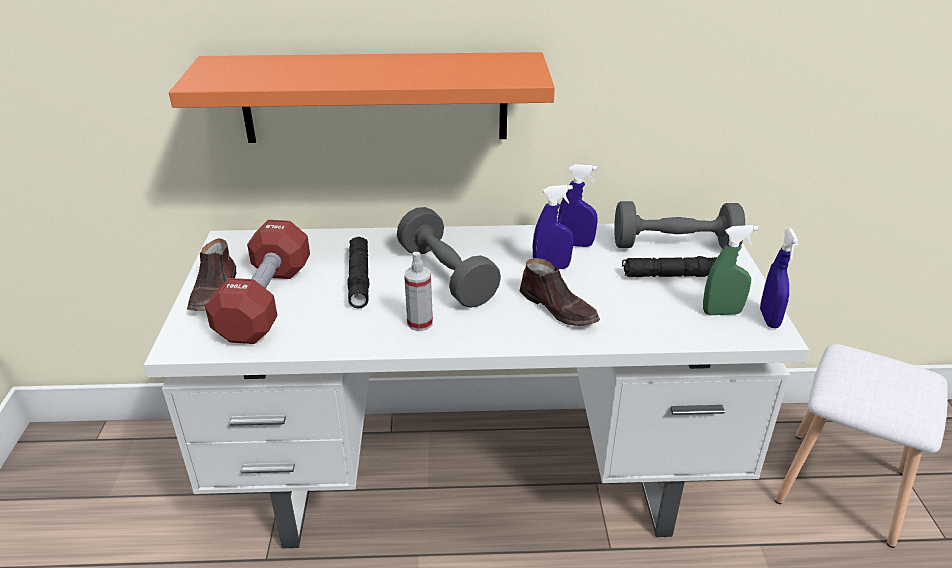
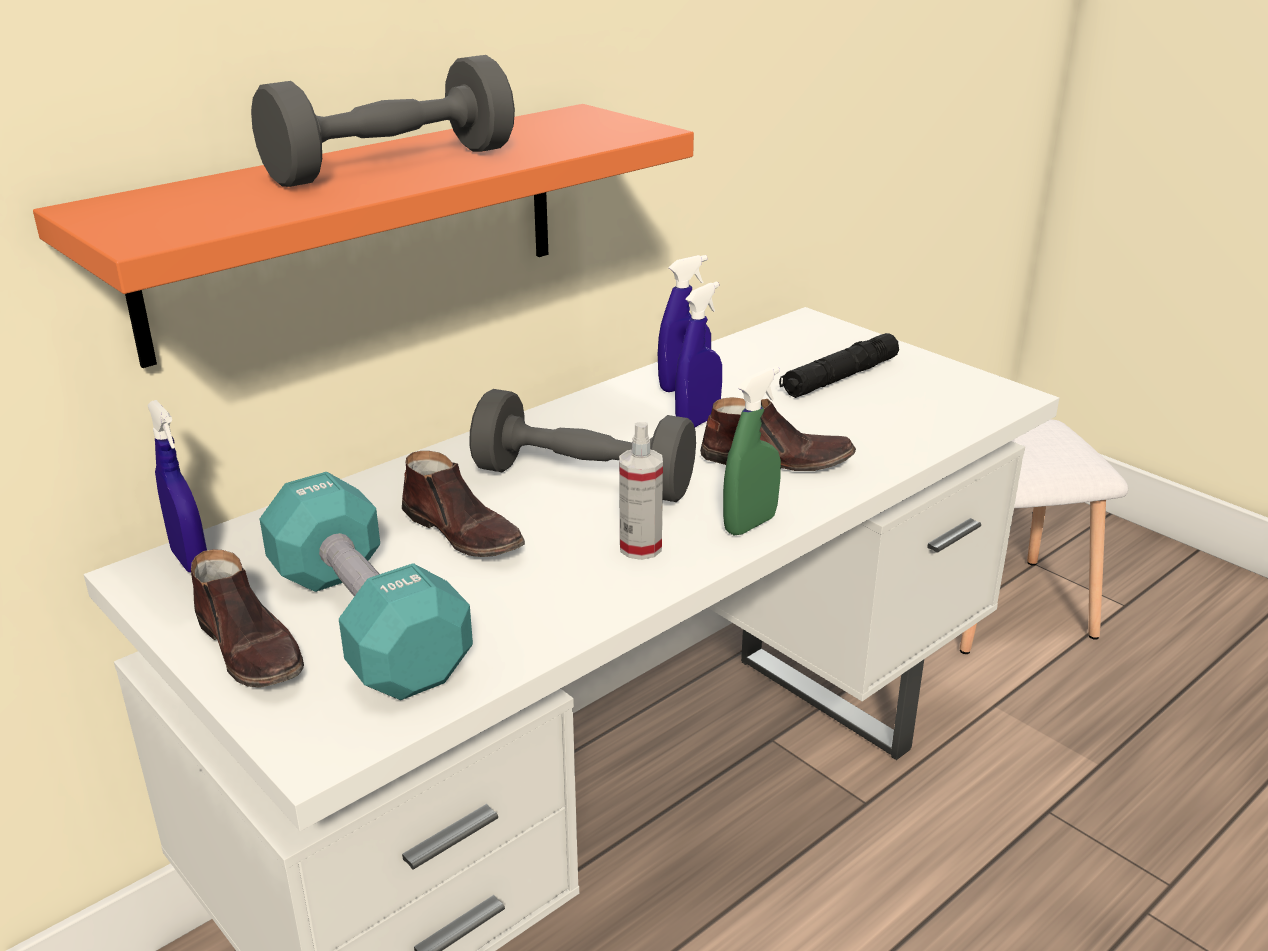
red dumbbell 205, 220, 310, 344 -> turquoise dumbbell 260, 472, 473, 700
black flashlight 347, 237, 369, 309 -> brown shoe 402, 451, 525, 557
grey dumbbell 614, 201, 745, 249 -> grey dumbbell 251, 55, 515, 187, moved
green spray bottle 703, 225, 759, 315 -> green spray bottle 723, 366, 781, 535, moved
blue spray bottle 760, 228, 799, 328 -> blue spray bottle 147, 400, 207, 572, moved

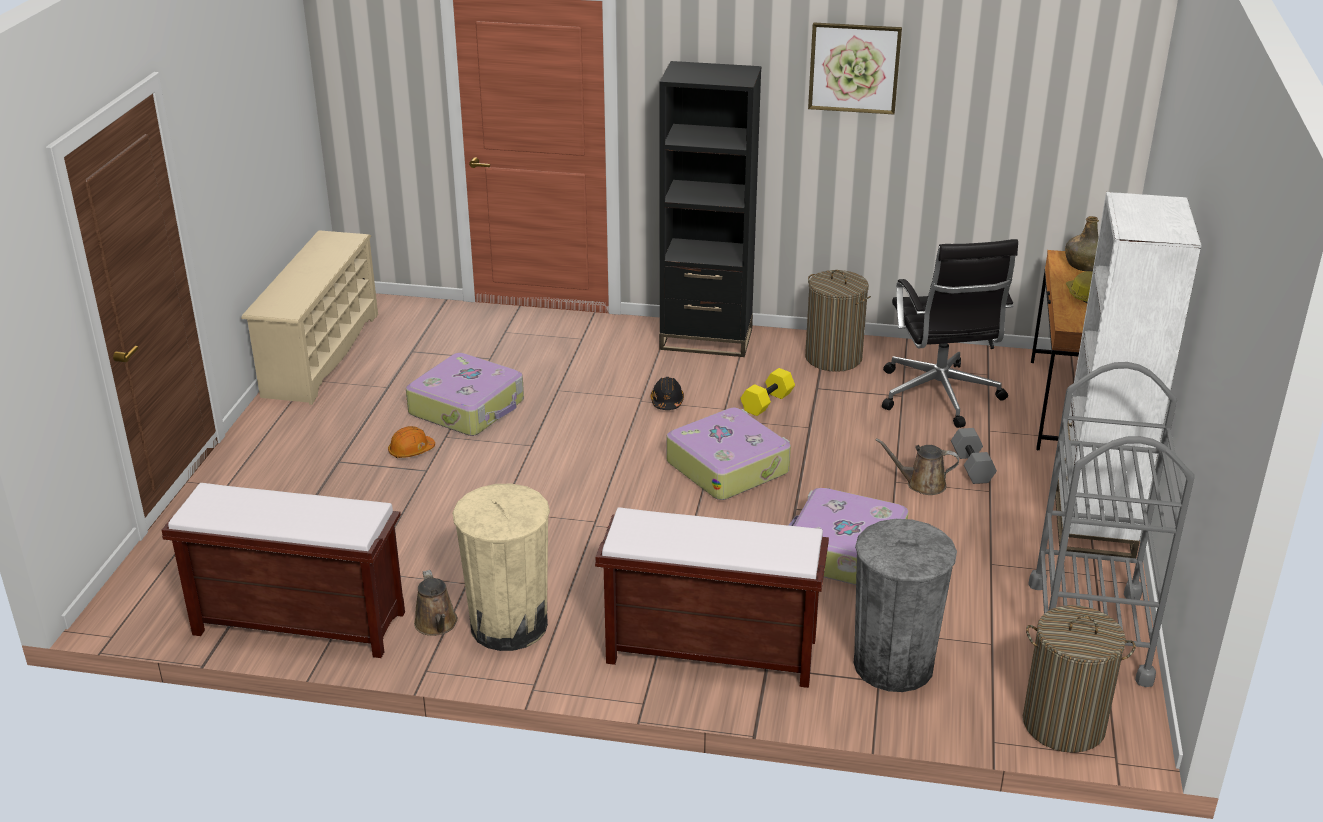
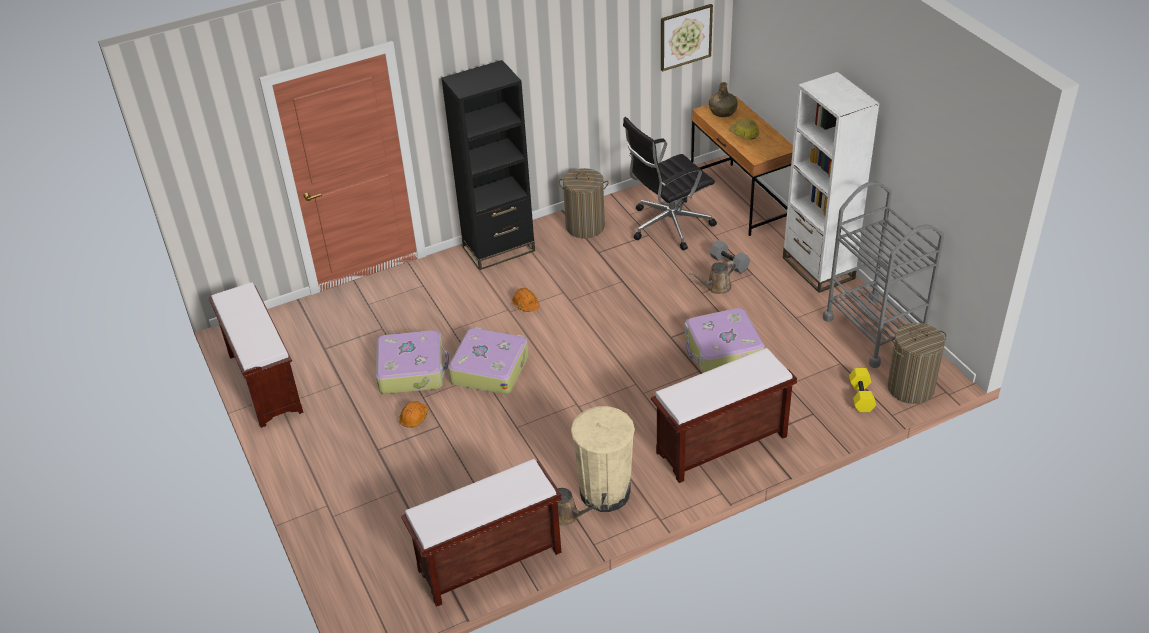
beige shoe rack 241, 230, 378, 405 -> brown bench 209, 282, 303, 428
black hard hat 651, 377, 684, 410 -> orange hard hat 512, 288, 540, 312
suitcase 667, 408, 791, 500 -> suitcase 448, 327, 529, 395, moved
yellow dumbbell 740, 368, 795, 416 -> yellow dumbbell 849, 368, 876, 412, moved
picture 808, 22, 902, 114 -> picture 661, 4, 713, 72, moved
grey trash can 854, 519, 957, 692 -> none
black office chair 882, 239, 1018, 428 -> black office chair 623, 117, 717, 250, 105 degrees clockwise

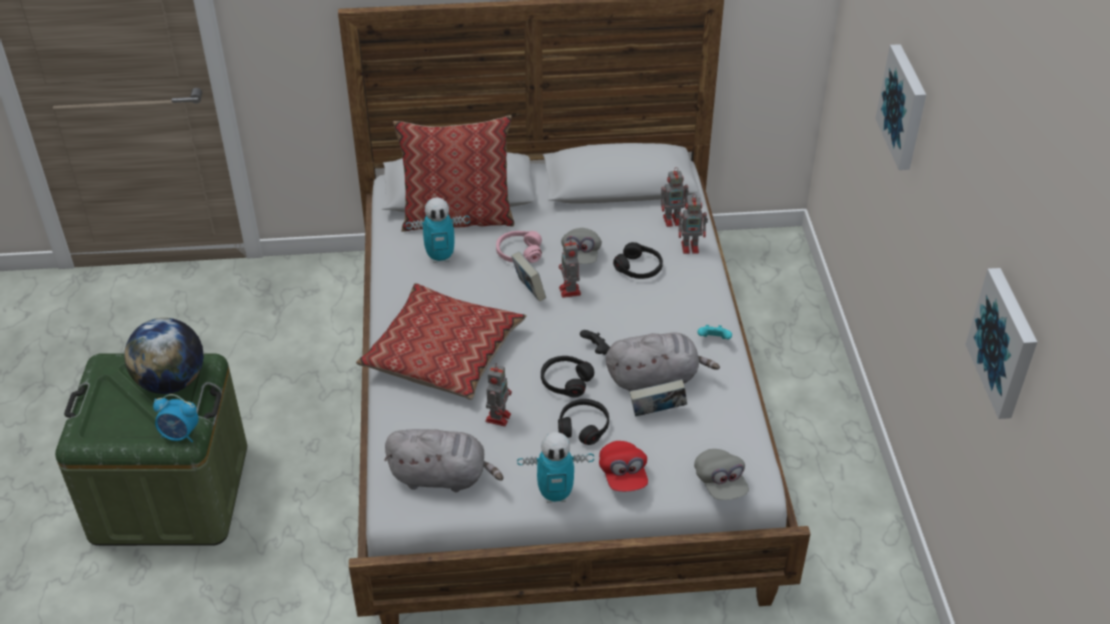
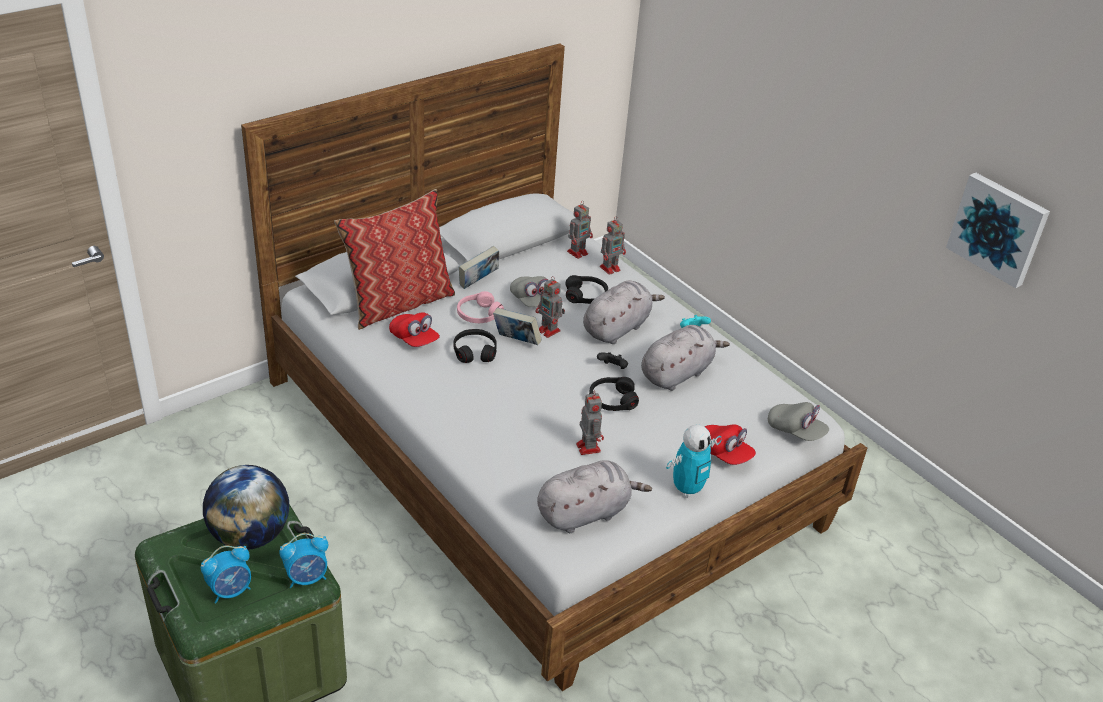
pillow 356, 283, 527, 400 -> none
toy robot 406, 197, 470, 263 -> red cap 389, 312, 440, 347
black headphones 558, 399, 609, 445 -> black headphones 453, 329, 497, 363, moved
book 629, 379, 687, 417 -> book 459, 246, 499, 289, moved
picture 875, 44, 926, 170 -> none
none -> alarm clock 201, 546, 251, 604
none -> grey plush toy 583, 280, 665, 344

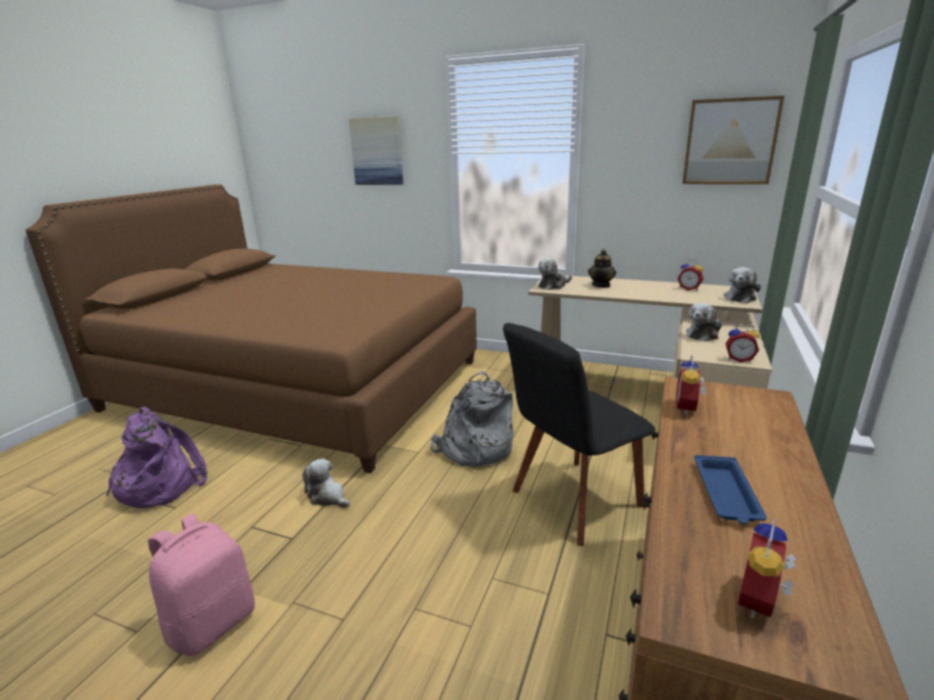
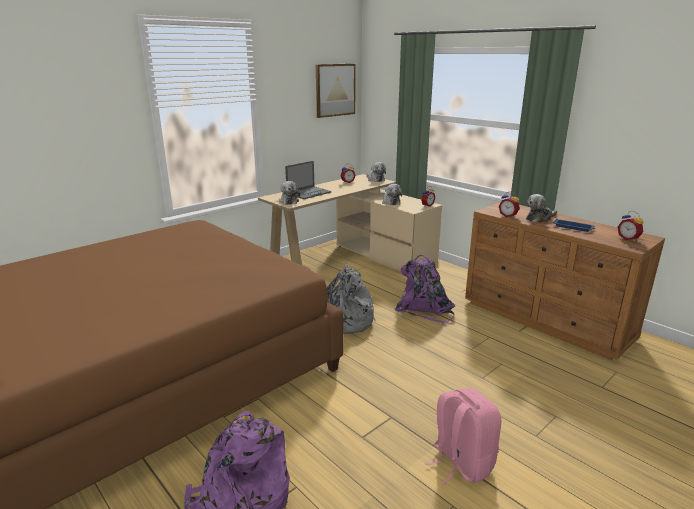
plush toy 302, 458, 350, 508 -> plush toy 526, 194, 557, 223, moved
picture 349, 116, 403, 185 -> none
black chair 503, 323, 655, 546 -> purple backpack 395, 255, 456, 325
teapot 588, 249, 616, 288 -> laptop 285, 161, 332, 199

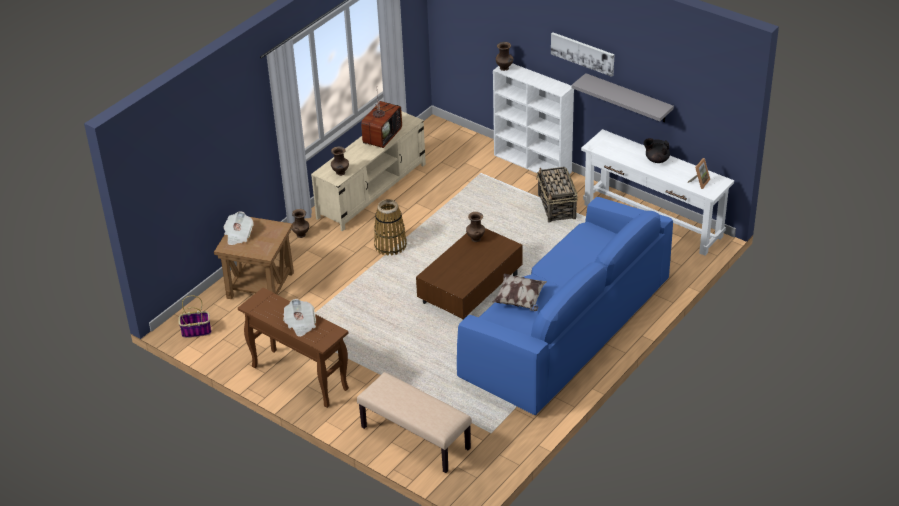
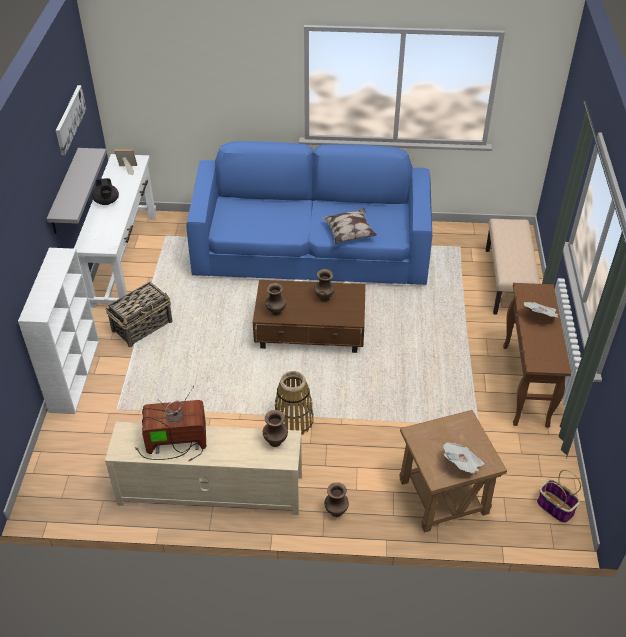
brown vase 496, 42, 513, 71 -> brown vase 314, 269, 335, 302, moved
picture 551, 32, 614, 77 -> picture 56, 85, 86, 155, moved

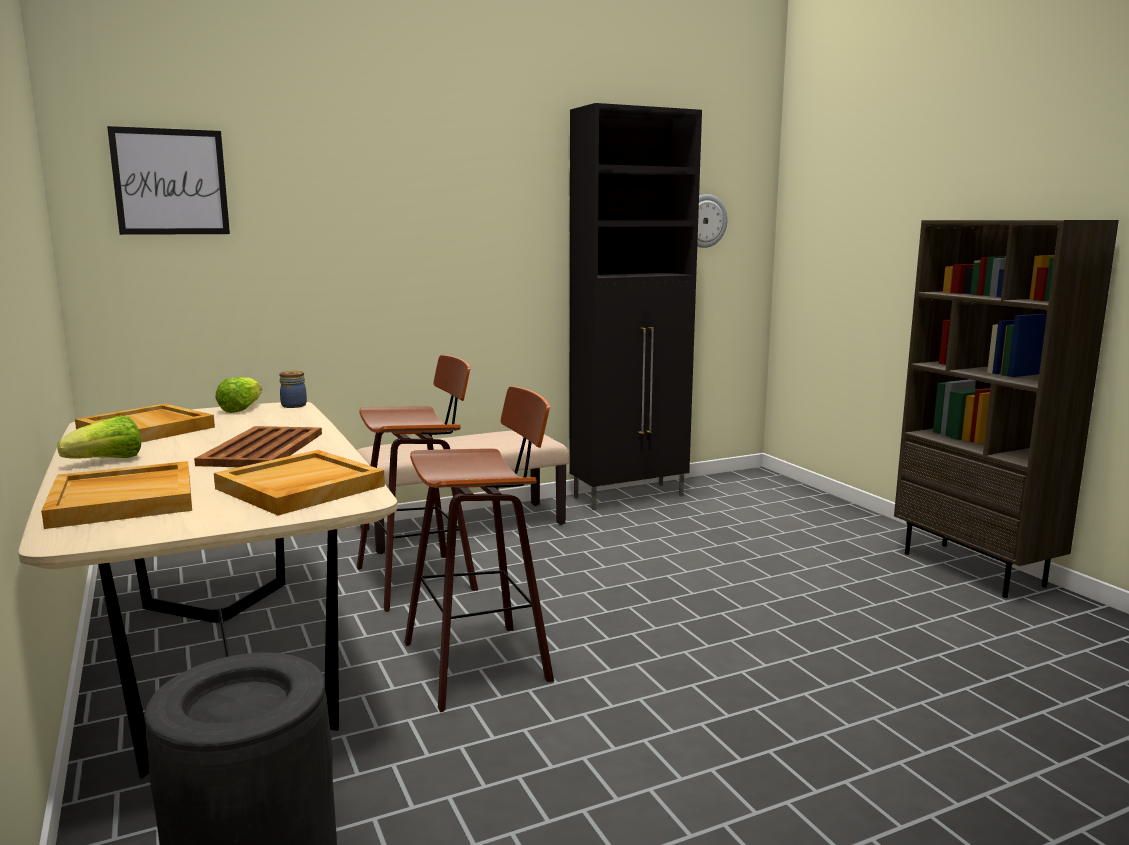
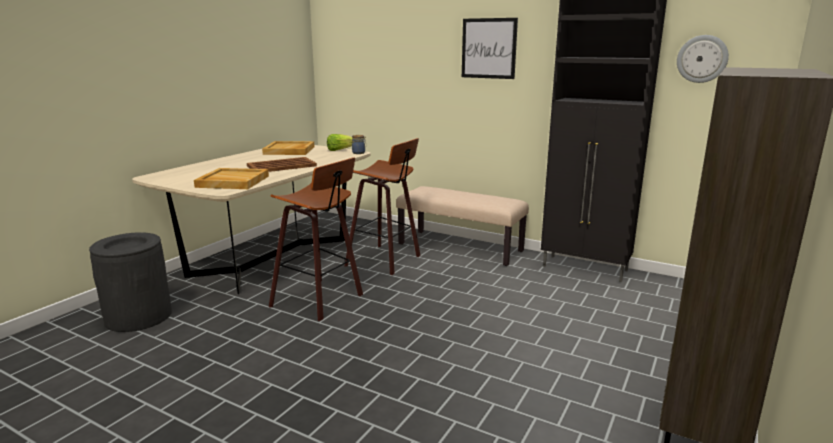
beige tray 41, 461, 192, 529 -> none
lettuce 57, 416, 141, 458 -> none
picture 107, 126, 230, 235 -> picture 462, 18, 518, 79, moved

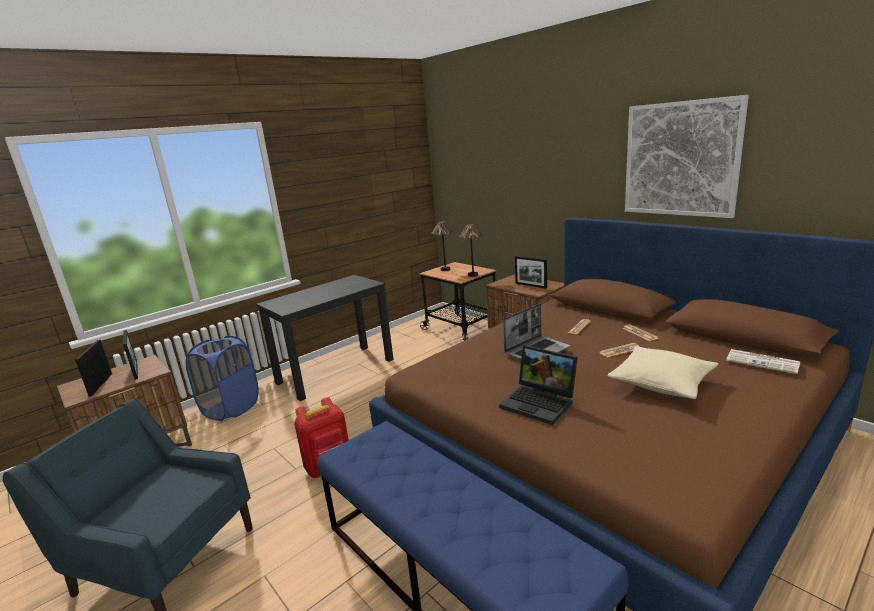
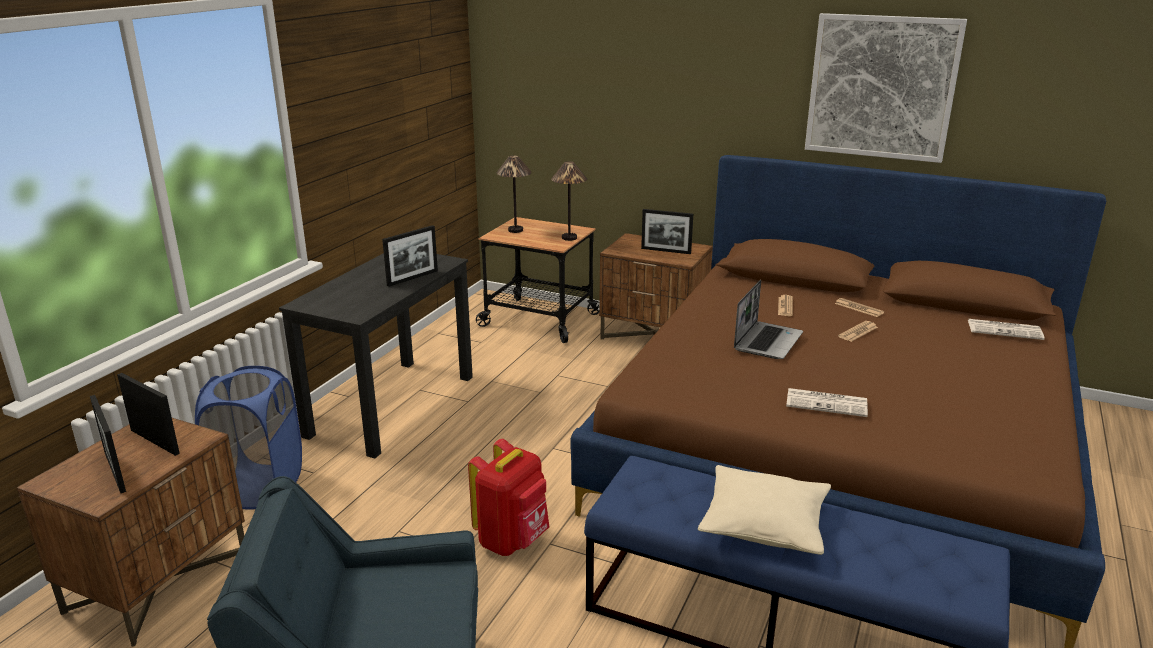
laptop 499, 345, 578, 425 -> newspaper 786, 388, 868, 417
beige pillow 608, 346, 718, 399 -> beige pillow 698, 465, 831, 555, moved
none -> picture frame 382, 225, 438, 287

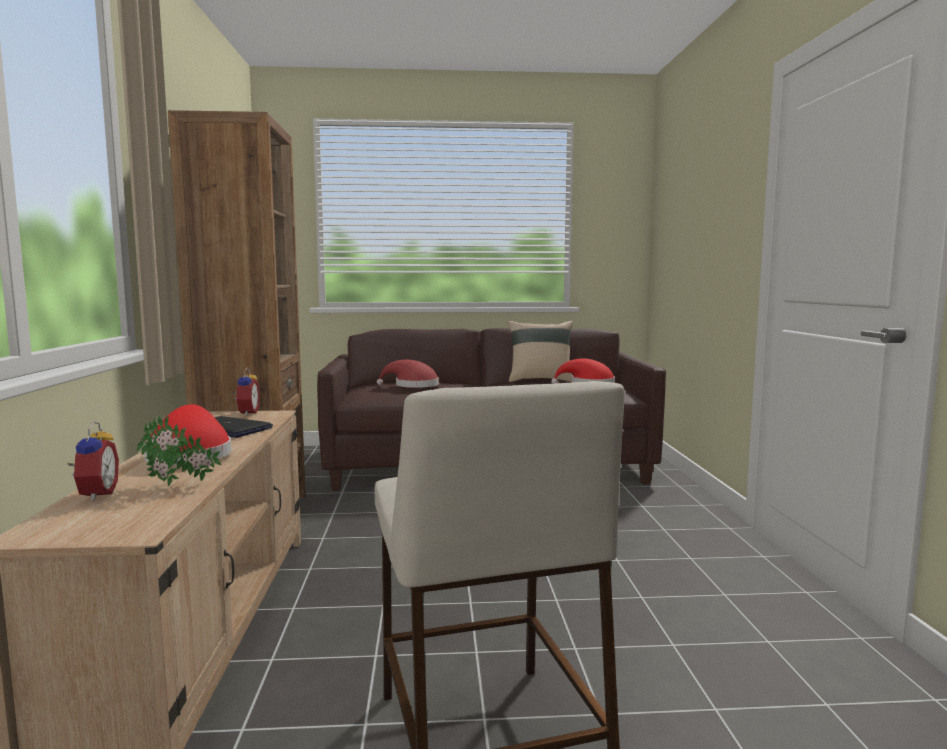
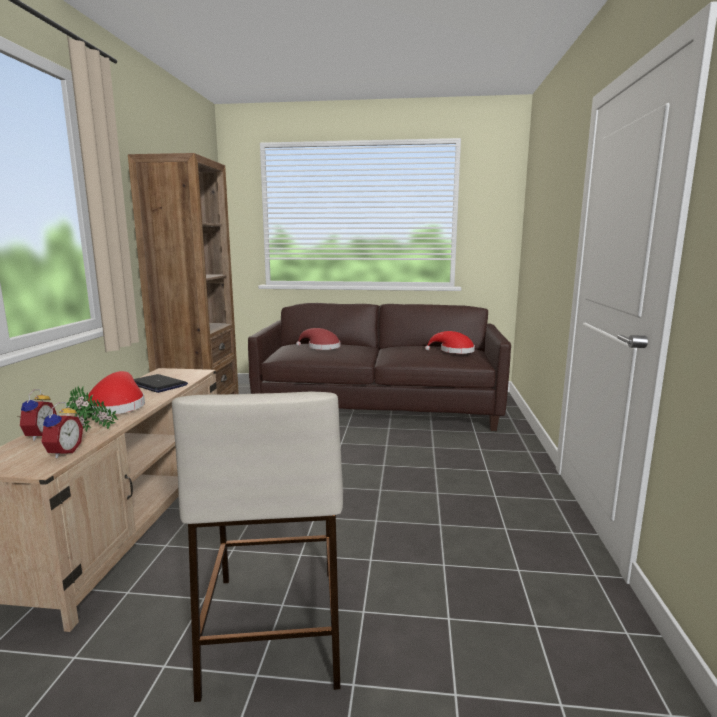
alarm clock 233, 367, 260, 416 -> alarm clock 41, 402, 83, 459, moved
beige pillow 508, 321, 573, 382 -> none

